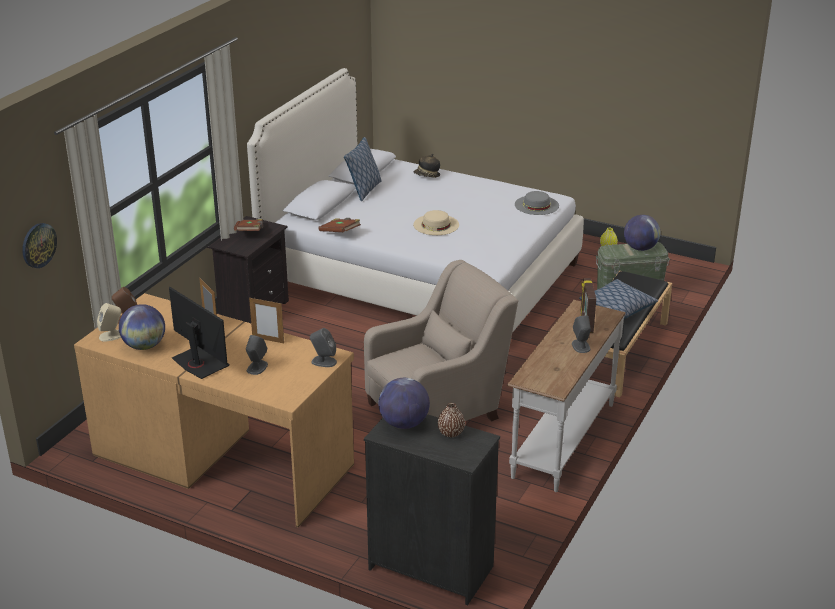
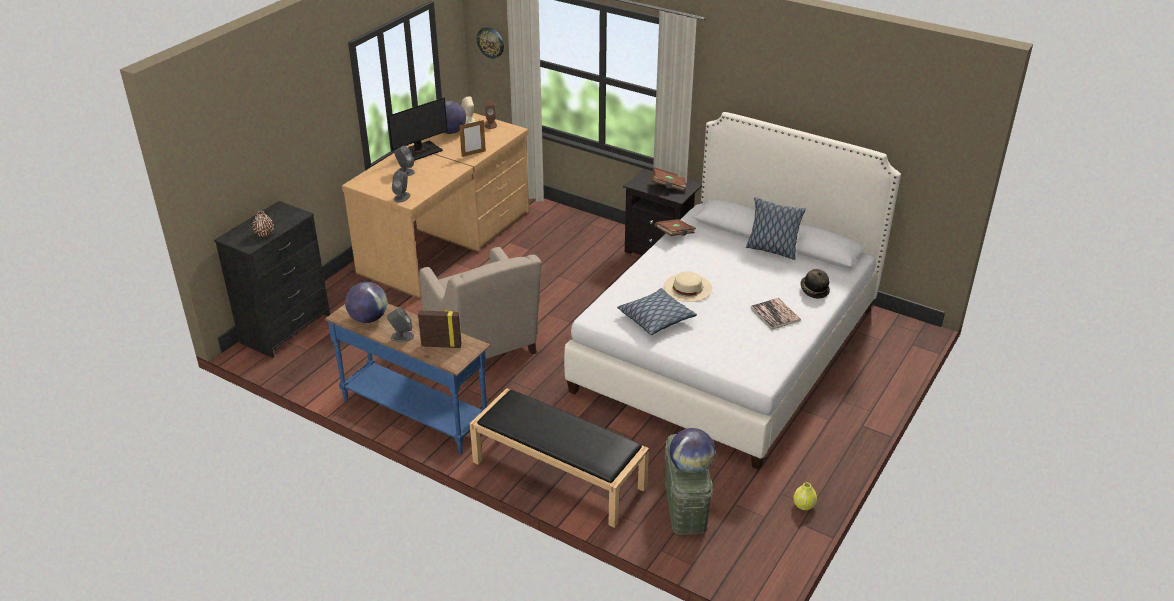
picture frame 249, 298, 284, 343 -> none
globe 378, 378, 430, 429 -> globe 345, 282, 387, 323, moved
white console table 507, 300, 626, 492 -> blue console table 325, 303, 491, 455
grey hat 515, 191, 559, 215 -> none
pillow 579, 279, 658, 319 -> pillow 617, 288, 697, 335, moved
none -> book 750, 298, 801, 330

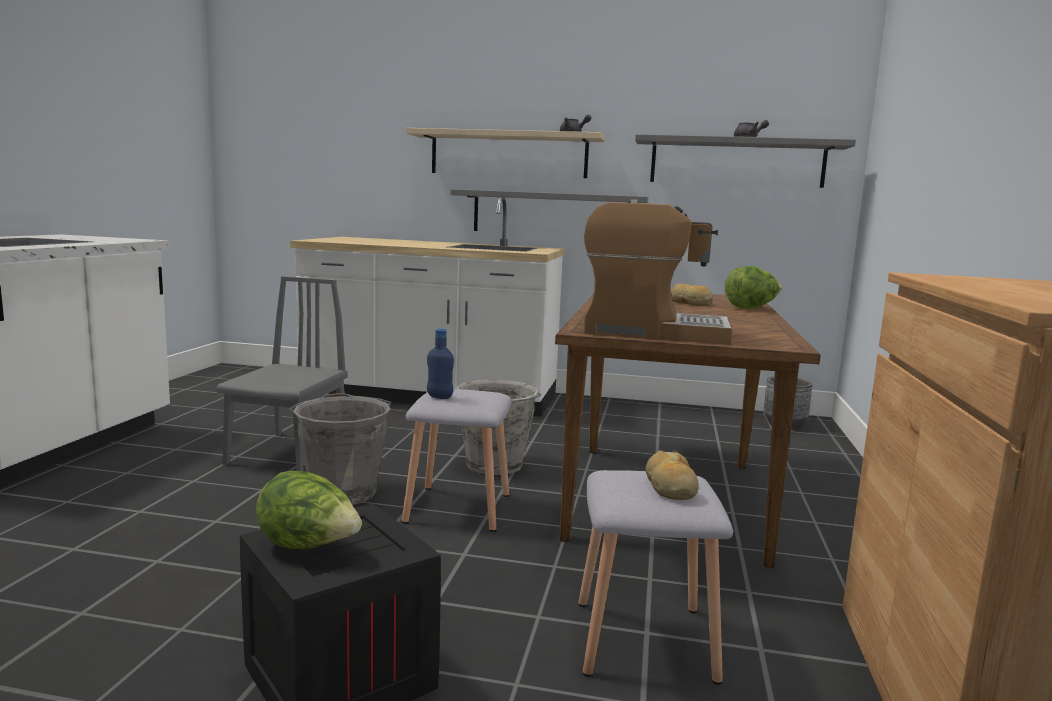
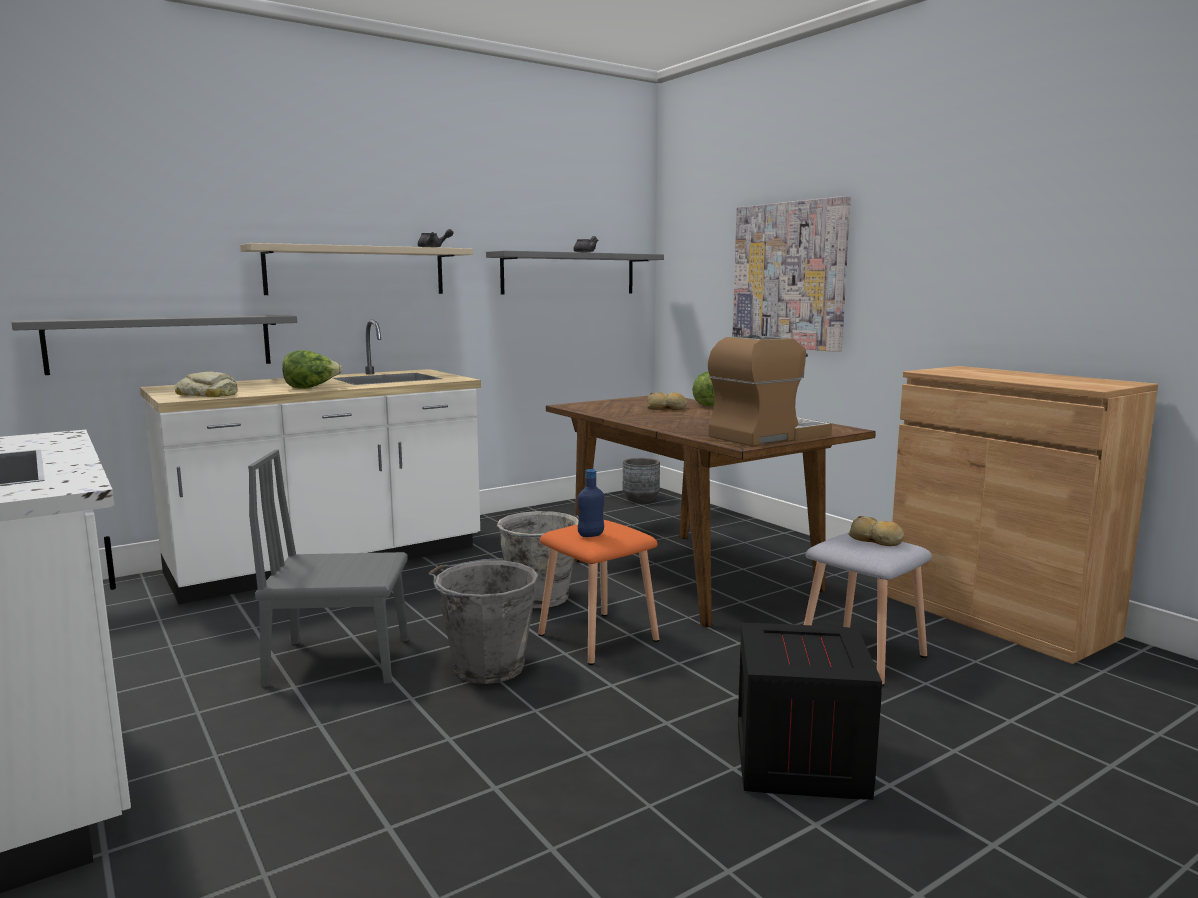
grey chair 216, 276, 348, 471 -> grey chair 248, 449, 408, 687, 60 degrees counterclockwise
lettuce 256, 471, 362, 549 -> lettuce 282, 350, 342, 389, moved
grey stool 402, 389, 512, 532 -> orange stool 538, 520, 659, 665
grey shelf 450, 189, 649, 231 -> grey shelf 12, 315, 297, 375, moved
none -> bread 174, 371, 238, 397
none -> picture 733, 196, 851, 352

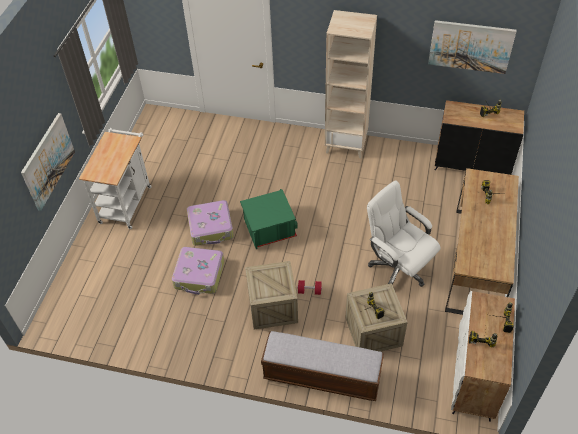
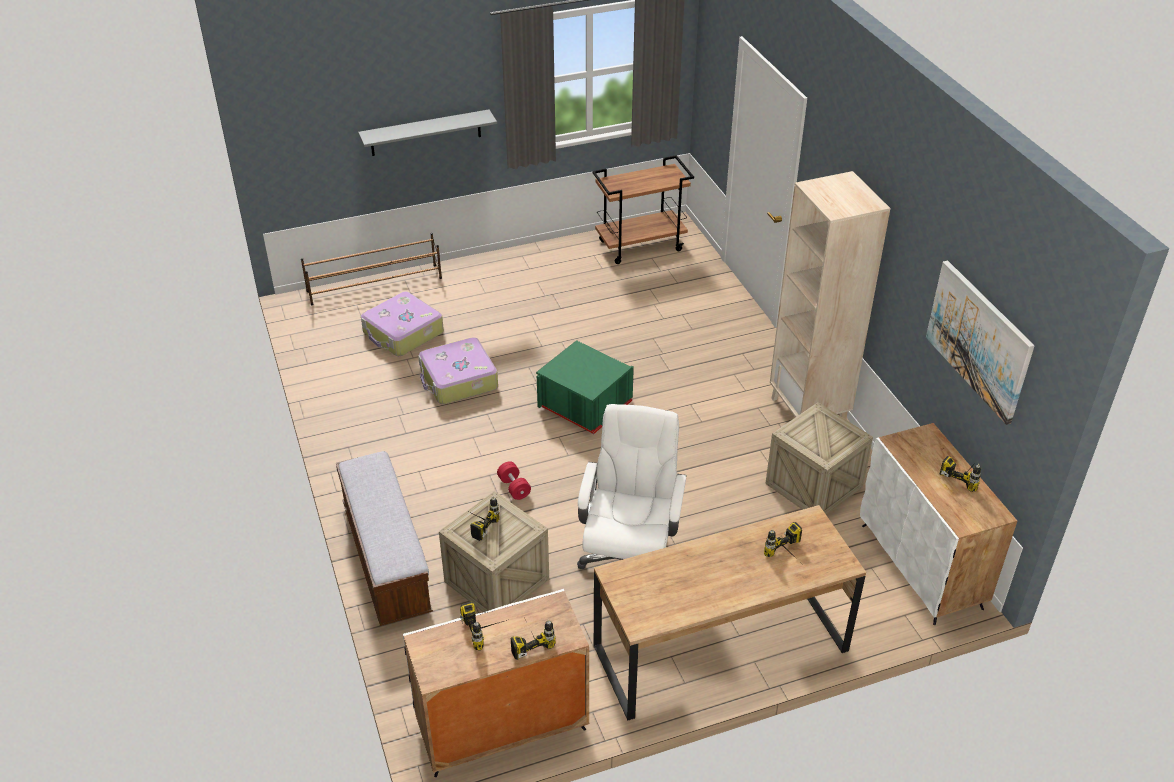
picture 21, 113, 75, 211 -> grey shelf 358, 110, 497, 156
white cart 79, 128, 152, 229 -> none
suitcase 187, 200, 234, 246 -> suitcase 361, 292, 444, 356, moved
crate 245, 261, 298, 330 -> crate 765, 402, 873, 515, moved
black cabinet 435, 100, 524, 175 -> white cabinet 860, 423, 1017, 625
none -> brown shoe rack 301, 233, 442, 305
none -> brown cart 592, 155, 694, 264

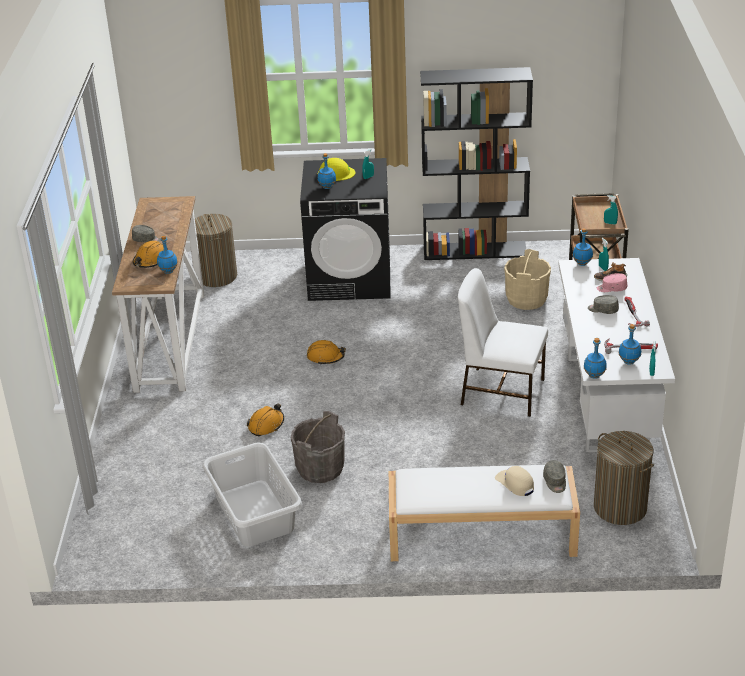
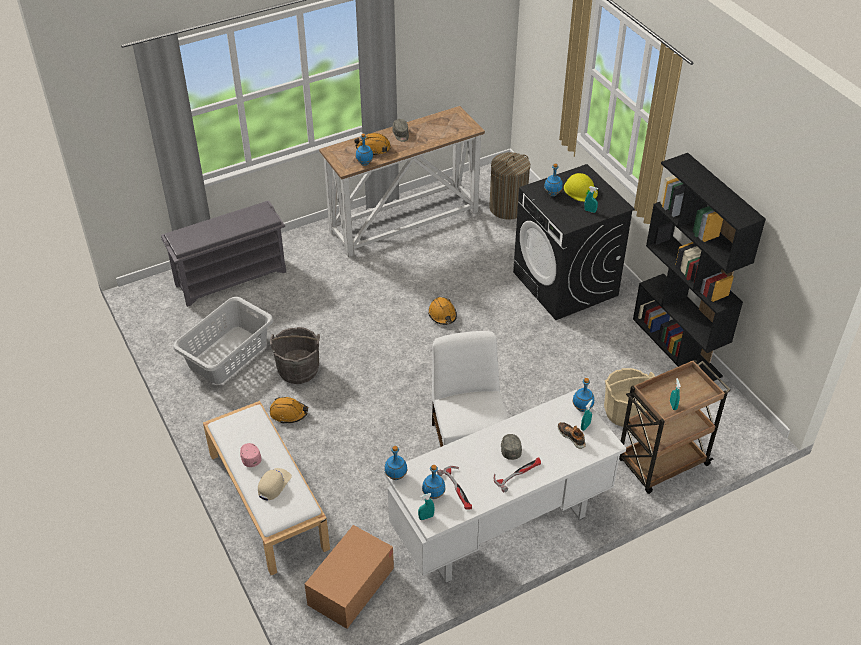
orange hard hat 247, 404, 284, 436 -> orange hard hat 270, 397, 308, 424, moved
grey cap 543, 460, 566, 493 -> none
laundry basket 594, 431, 654, 525 -> cardboard box 304, 525, 394, 629
pink cap 597, 273, 627, 292 -> pink cap 240, 443, 262, 467, moved
none -> grey shoe rack 161, 201, 286, 307

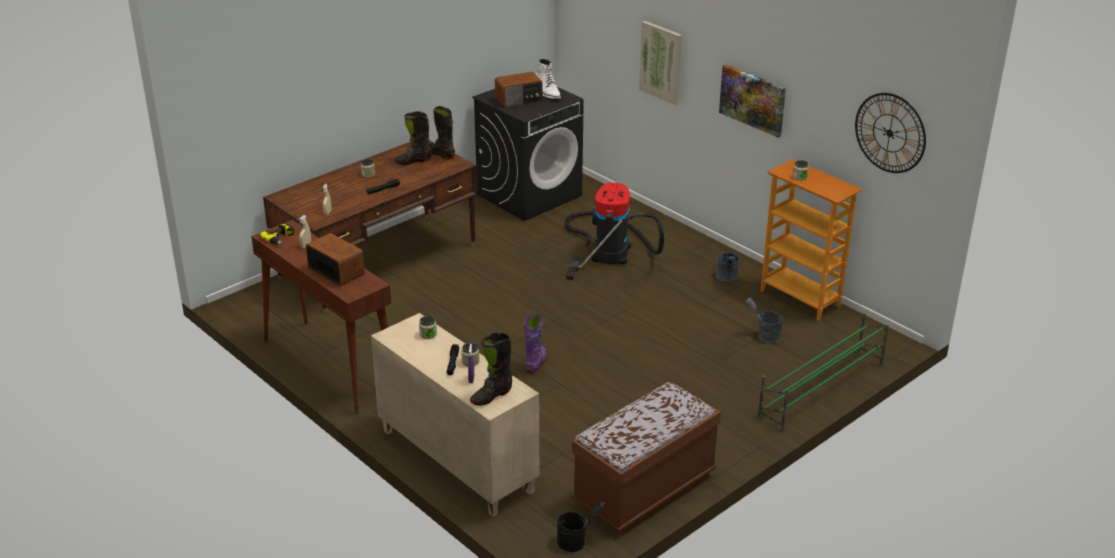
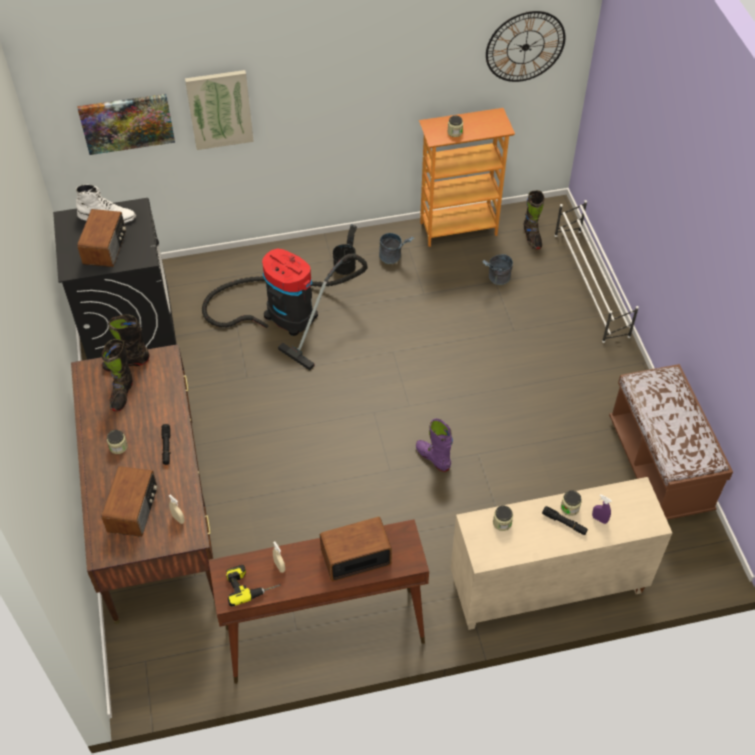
black boot 470, 332, 512, 406 -> black boot 524, 190, 544, 250, moved
black bucket 557, 502, 605, 552 -> black bucket 333, 224, 357, 275, moved
picture 719, 64, 786, 137 -> picture 77, 94, 175, 155, moved
green shoe rack 758, 313, 889, 431 -> white shoe rack 555, 200, 639, 343
none -> radio 102, 466, 158, 537

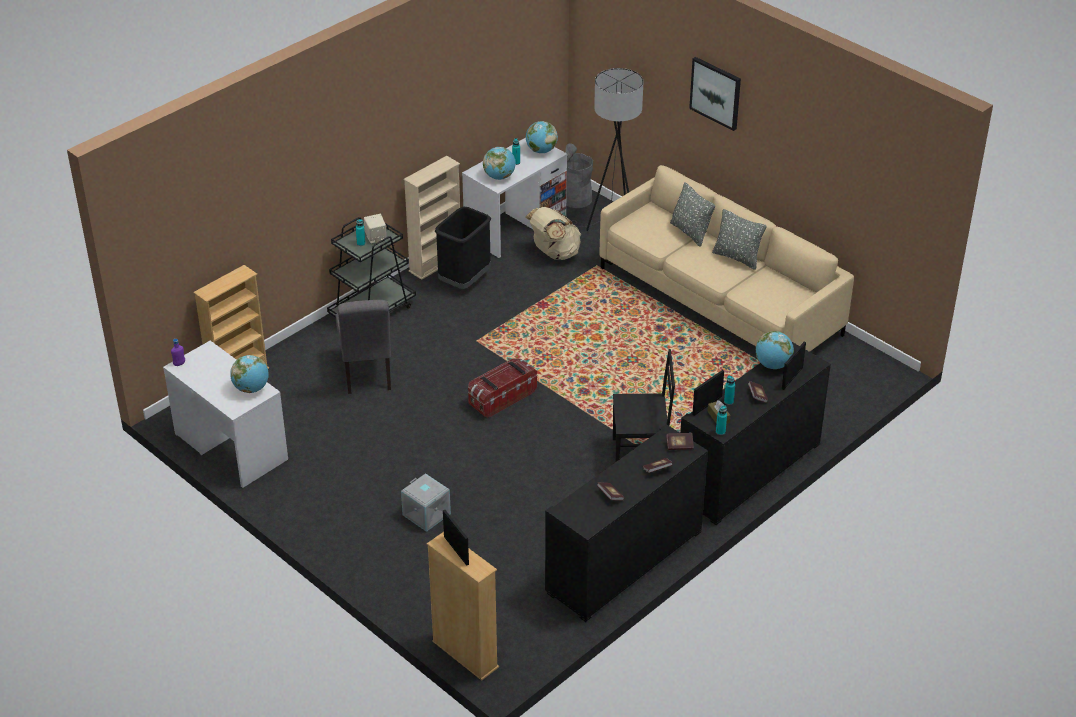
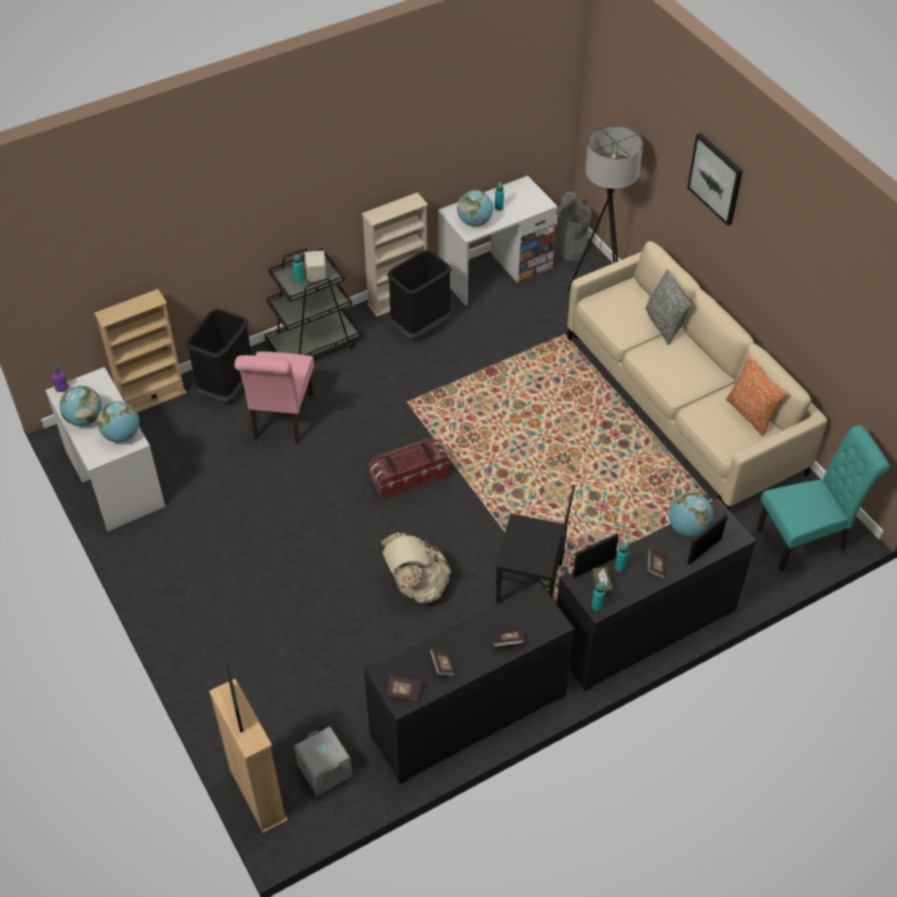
grey chair 335, 300, 391, 394 -> pink chair 235, 351, 314, 444
grey storage box 401, 473, 451, 532 -> grey storage box 294, 726, 352, 796, moved
globe 526, 121, 558, 153 -> globe 60, 386, 102, 426, moved
beige backpack 526, 207, 581, 260 -> beige backpack 381, 532, 451, 603, moved
book 666, 433, 694, 450 -> book 387, 676, 421, 701, moved
grey pillow 712, 209, 767, 270 -> none
none -> black trash can 186, 309, 251, 402
none -> orange pillow 726, 357, 787, 436
none -> turquoise chair 756, 425, 890, 571

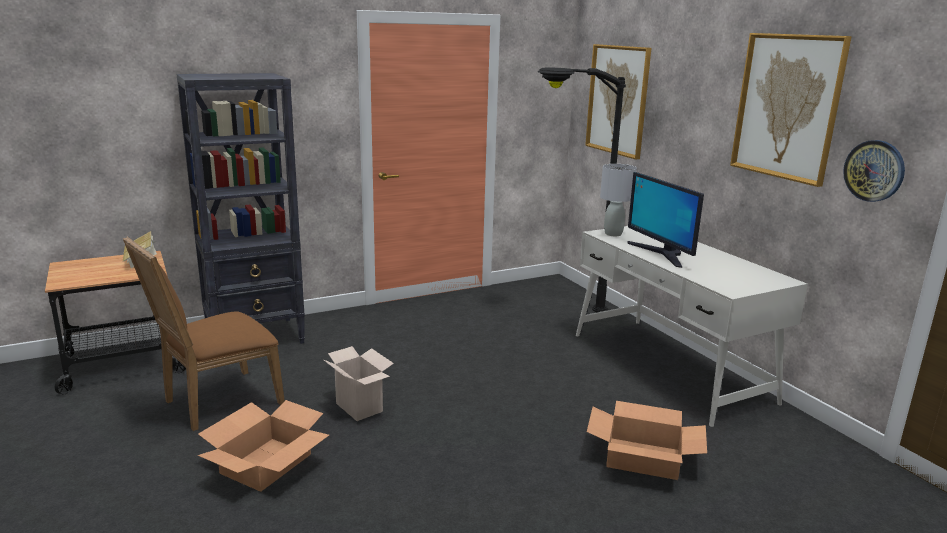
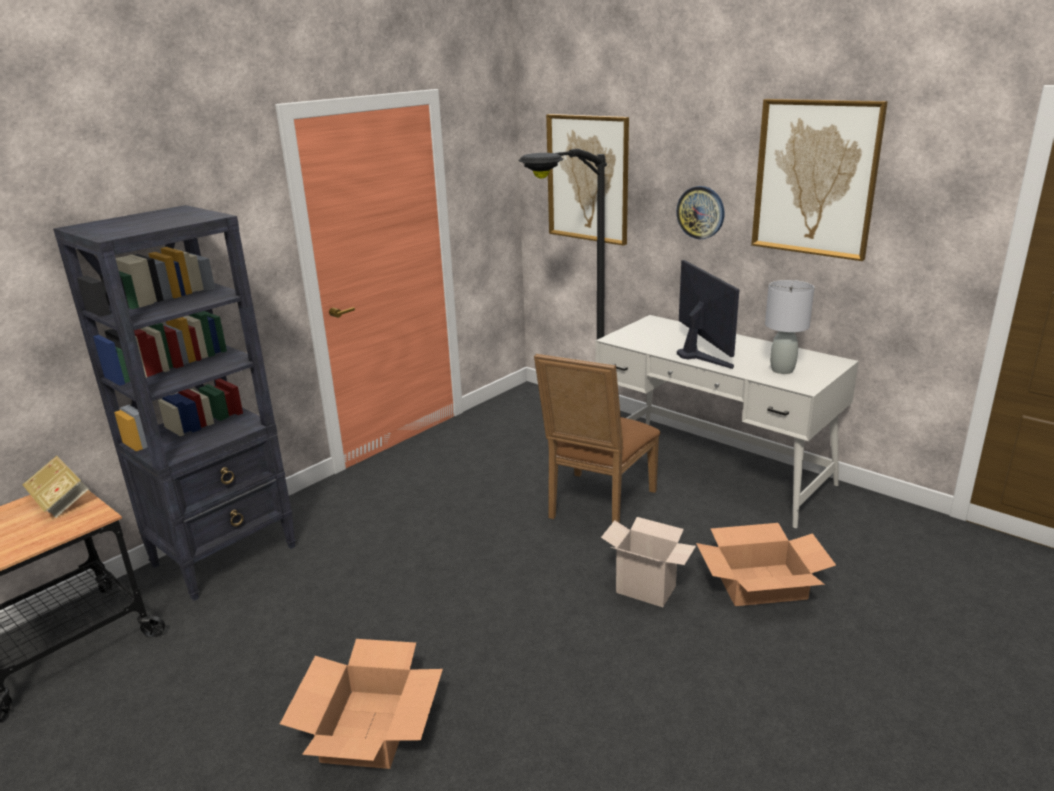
brown chair 123, 237, 285, 431 -> brown chair 534, 354, 660, 523, moved
cardboard box 324, 346, 394, 421 -> cardboard box 601, 517, 696, 607, moved
grey table lamp 600, 164, 637, 236 -> grey table lamp 765, 280, 814, 374, moved
monitor 627, 172, 704, 268 -> monitor 677, 260, 739, 369, 150 degrees counterclockwise
wall clock 843, 140, 905, 202 -> wall clock 676, 186, 724, 239, moved

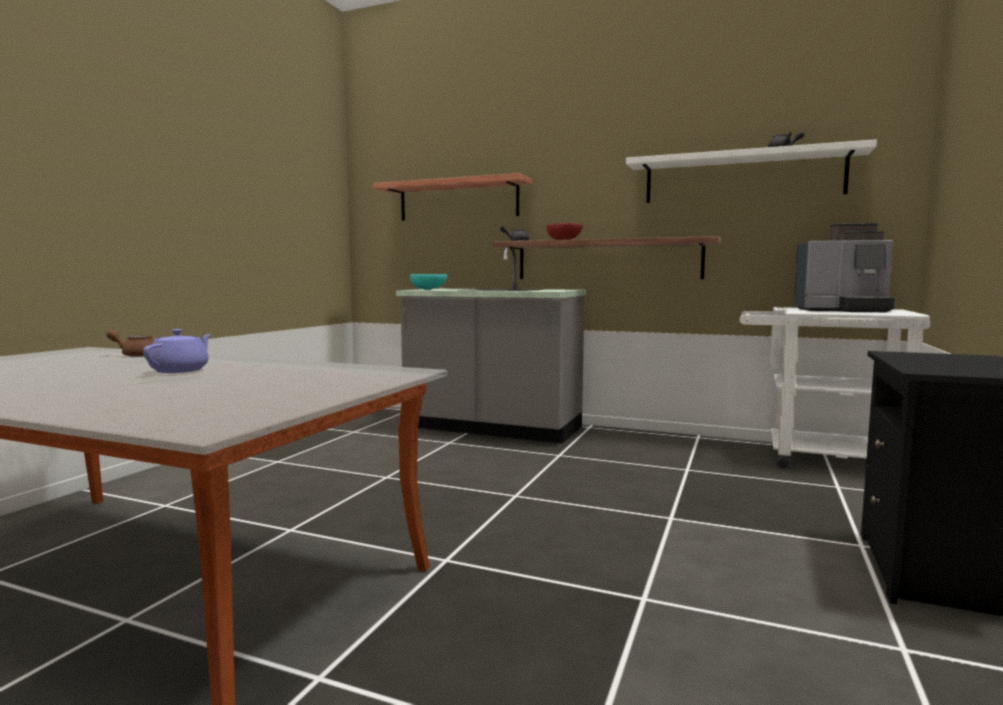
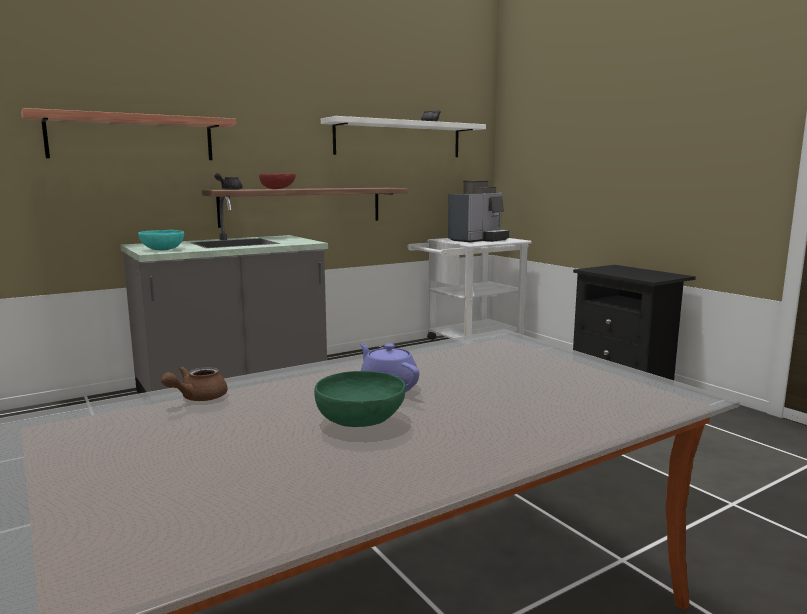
none -> green bowl 314, 371, 406, 427

